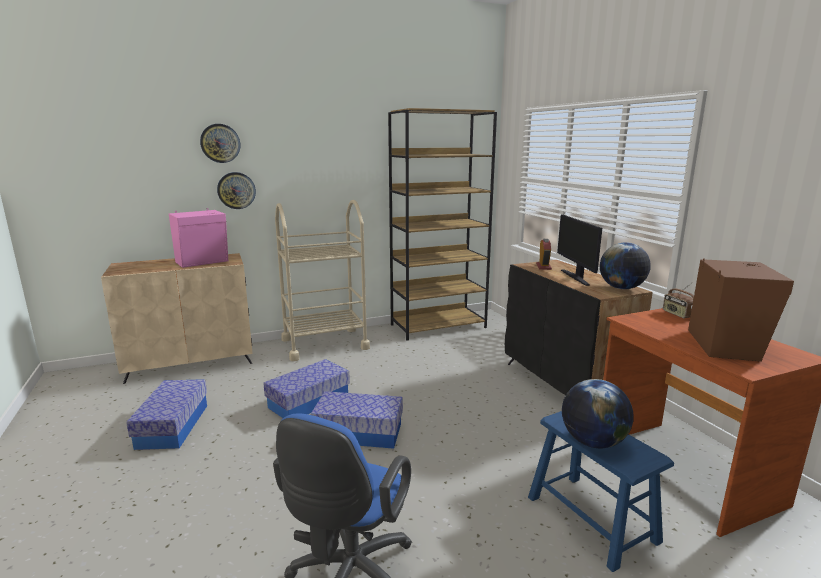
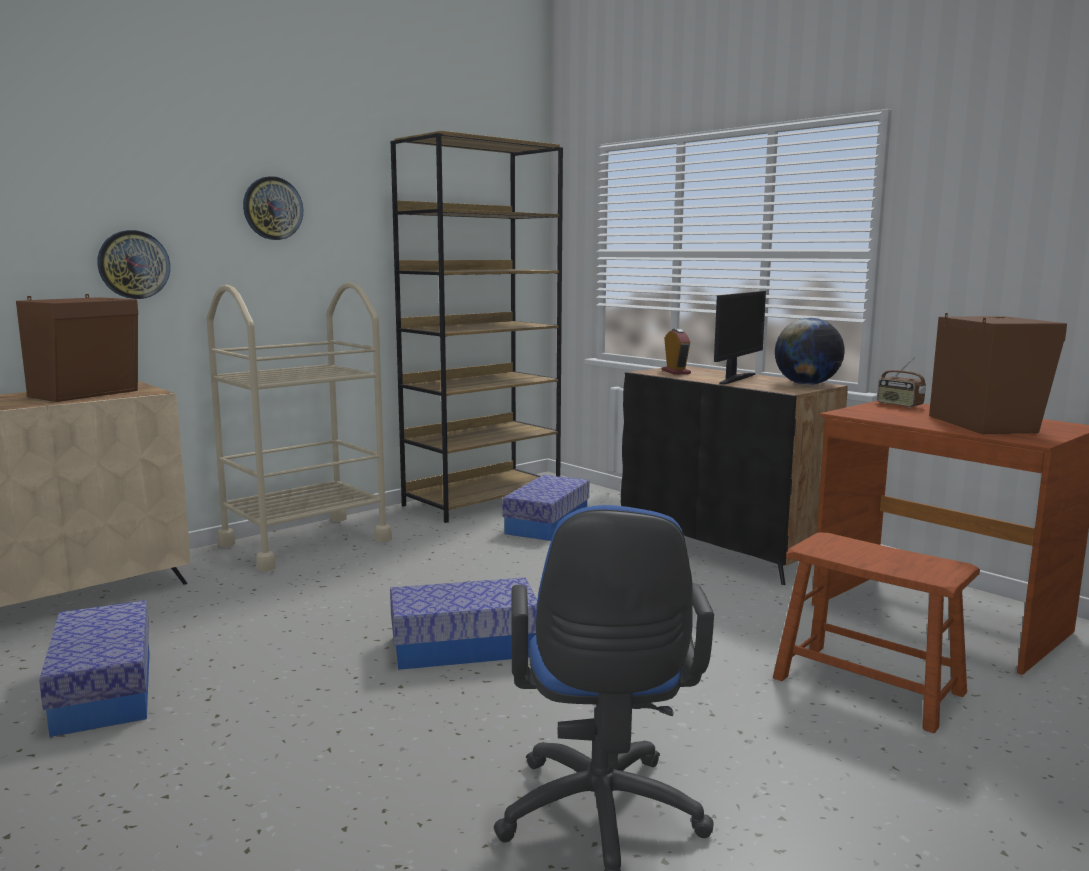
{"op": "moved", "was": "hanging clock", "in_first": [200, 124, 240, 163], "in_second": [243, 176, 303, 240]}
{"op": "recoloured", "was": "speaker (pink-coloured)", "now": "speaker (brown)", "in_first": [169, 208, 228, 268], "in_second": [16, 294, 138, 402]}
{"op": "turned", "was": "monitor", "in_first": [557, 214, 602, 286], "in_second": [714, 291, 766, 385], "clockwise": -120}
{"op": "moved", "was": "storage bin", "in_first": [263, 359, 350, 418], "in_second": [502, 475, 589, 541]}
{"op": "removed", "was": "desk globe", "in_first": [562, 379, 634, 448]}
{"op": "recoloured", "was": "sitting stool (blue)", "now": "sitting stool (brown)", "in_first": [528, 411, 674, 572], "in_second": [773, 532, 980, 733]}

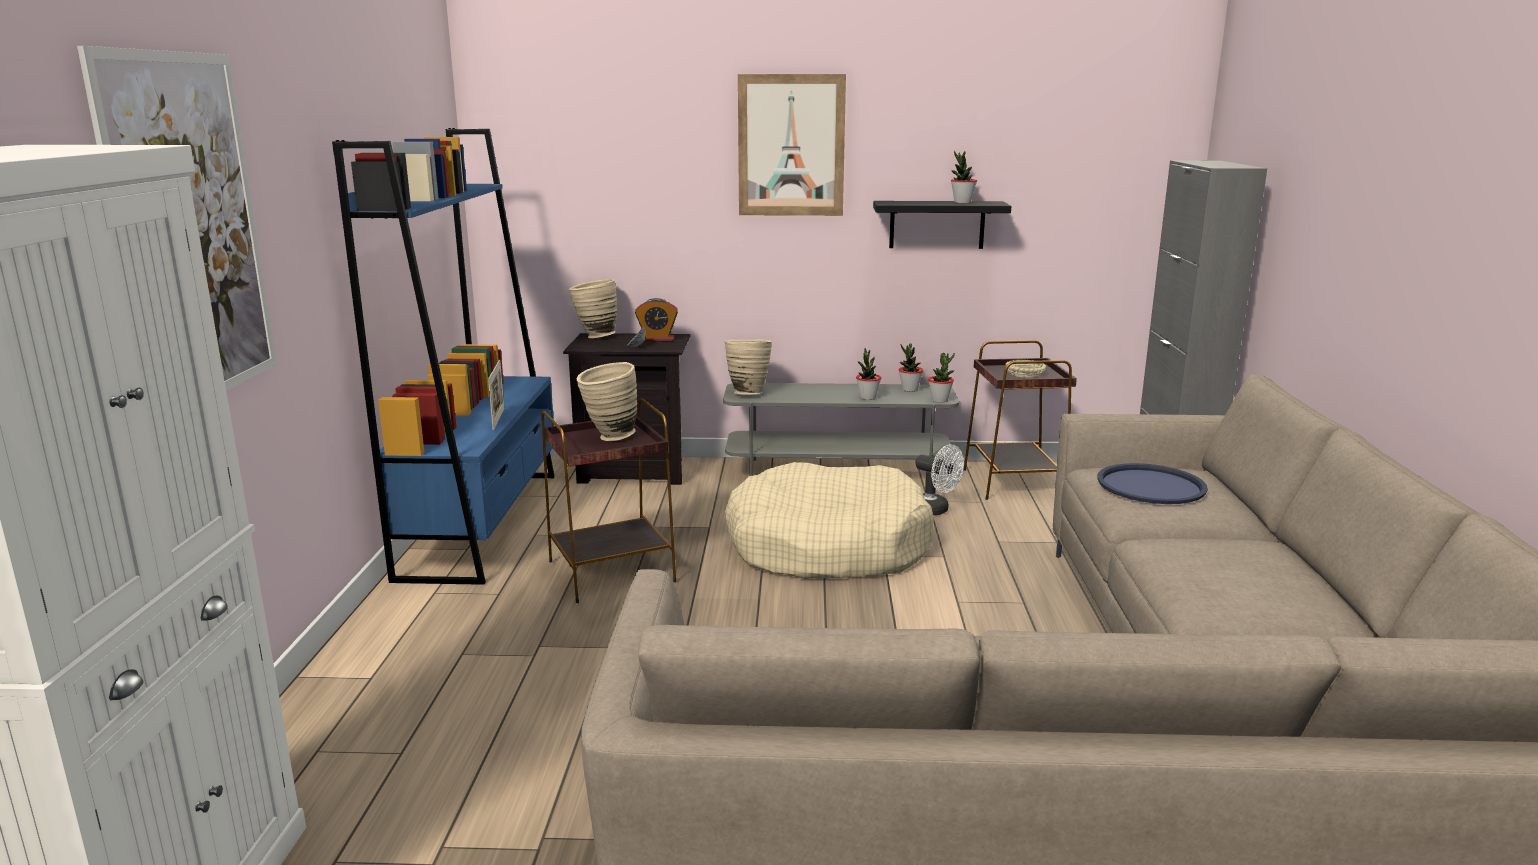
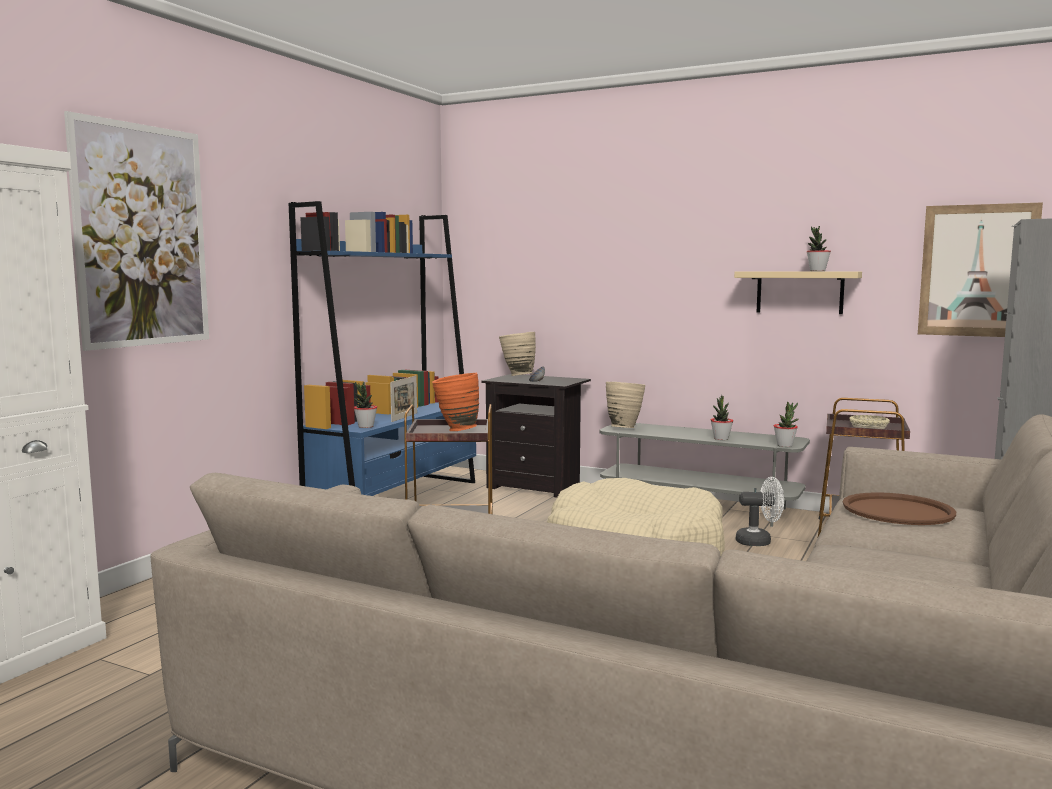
{"op": "moved", "was": "picture", "in_first": [738, 74, 846, 216], "in_second": [918, 202, 1043, 337]}
{"op": "recoloured", "was": "bracket shelf (blackish)", "now": "bracket shelf (sand-coloured)", "in_first": [873, 201, 1011, 249], "in_second": [734, 271, 862, 314]}
{"op": "removed", "was": "bedside clock", "in_first": [635, 298, 678, 342]}
{"op": "moved", "was": "houseplant", "in_first": [899, 344, 923, 392], "in_second": [354, 382, 377, 428]}
{"op": "recoloured", "was": "vase (sand-coloured)", "now": "vase (orange-coloured)", "in_first": [577, 362, 638, 441], "in_second": [432, 373, 479, 431]}
{"op": "turned", "was": "fan (white)", "in_first": [916, 444, 964, 515], "in_second": [736, 477, 784, 546], "clockwise": -60}
{"op": "recoloured", "was": "carrying tray (blue)", "now": "carrying tray (brown)", "in_first": [1097, 463, 1208, 504], "in_second": [843, 492, 956, 525]}

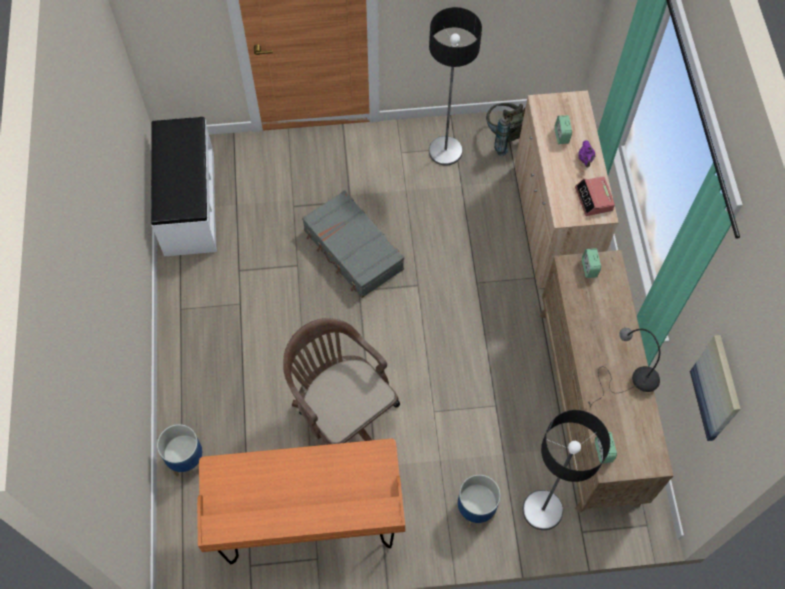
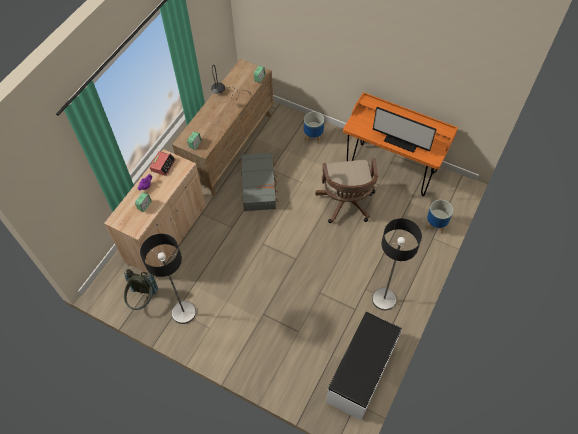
{"op": "moved", "was": "suitcase (grey)", "in_first": [302, 190, 404, 298], "in_second": [241, 152, 279, 211]}
{"op": "removed", "was": "picture", "in_first": [690, 335, 741, 441]}
{"op": "moved", "was": "standard lamp", "in_first": [523, 410, 610, 530], "in_second": [372, 218, 422, 310]}
{"op": "added", "now": "monitor", "in_second": [373, 107, 437, 153]}

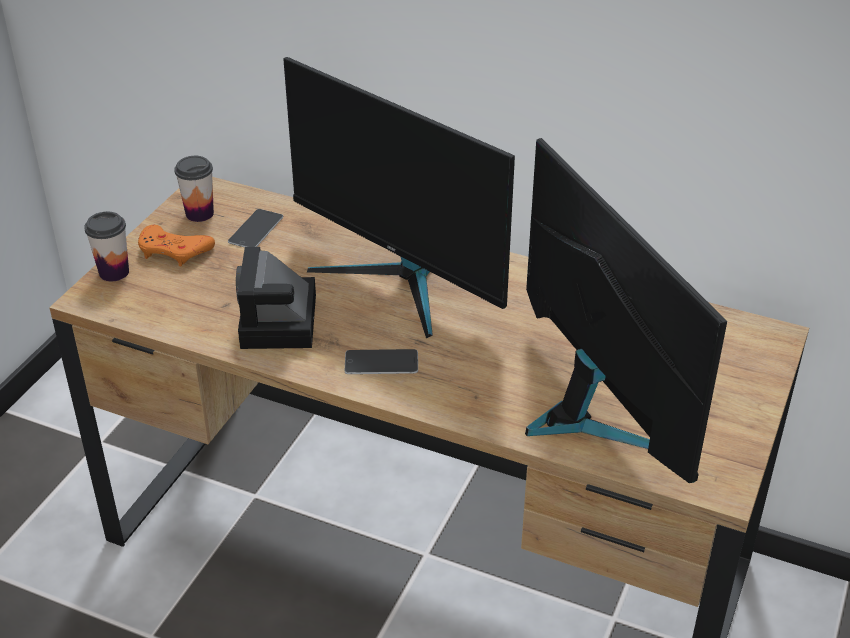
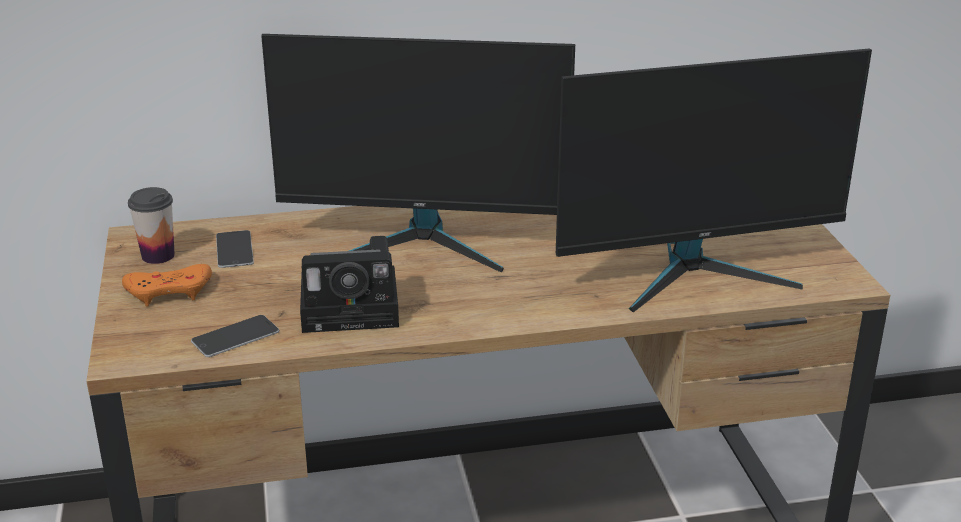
{"op": "turned", "was": "monitor", "in_first": [525, 138, 727, 483], "in_second": [556, 49, 872, 313], "clockwise": 135}
{"op": "removed", "was": "small cup", "in_first": [84, 212, 129, 281]}
{"op": "turned", "was": "still camera", "in_first": [236, 247, 316, 349], "in_second": [300, 236, 399, 333], "clockwise": -60}
{"op": "moved", "was": "handset", "in_first": [345, 349, 418, 374], "in_second": [191, 315, 279, 357]}

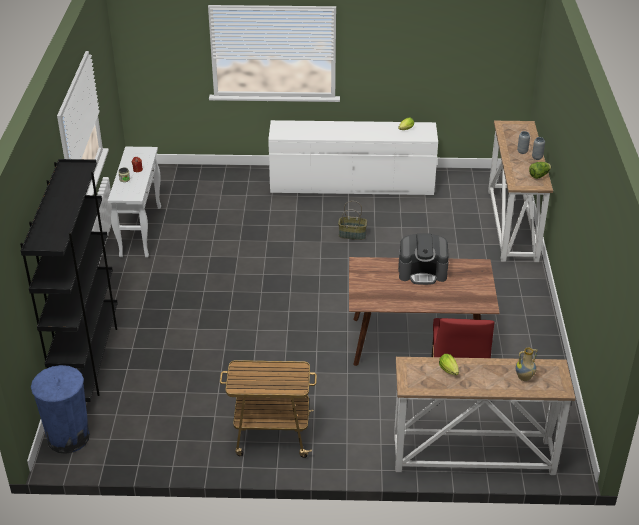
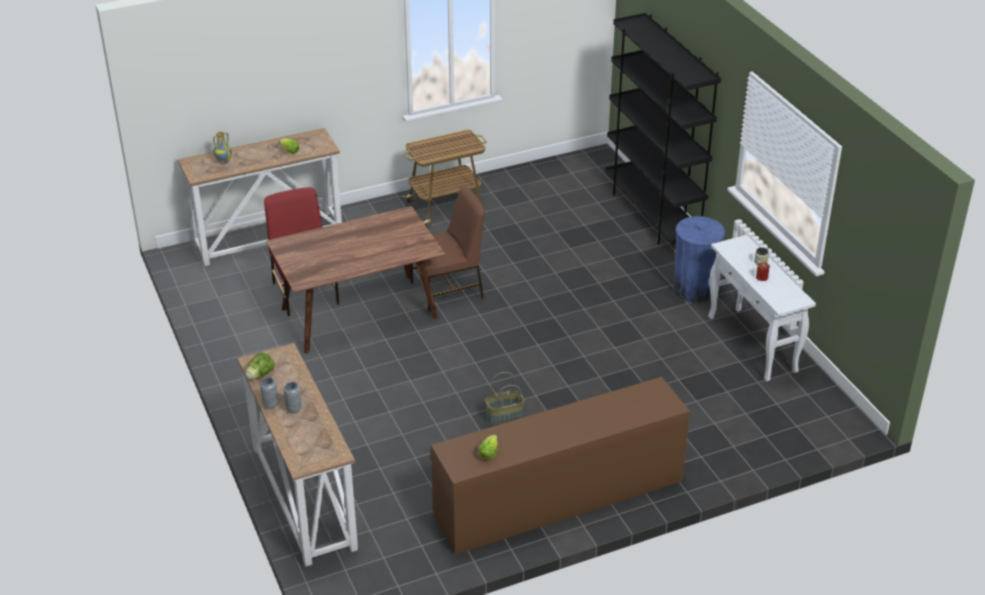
{"op": "recoloured", "was": "chest of drawers (white)", "now": "chest of drawers (brown)", "in_first": [268, 120, 438, 195], "in_second": [431, 377, 690, 555]}
{"op": "removed", "was": "coffee maker", "in_first": [398, 233, 449, 285]}
{"op": "moved", "was": "waste bin (blue)", "in_first": [31, 365, 90, 454], "in_second": [674, 216, 725, 302]}
{"op": "added", "now": "chair (brown)", "in_second": [410, 187, 485, 312]}

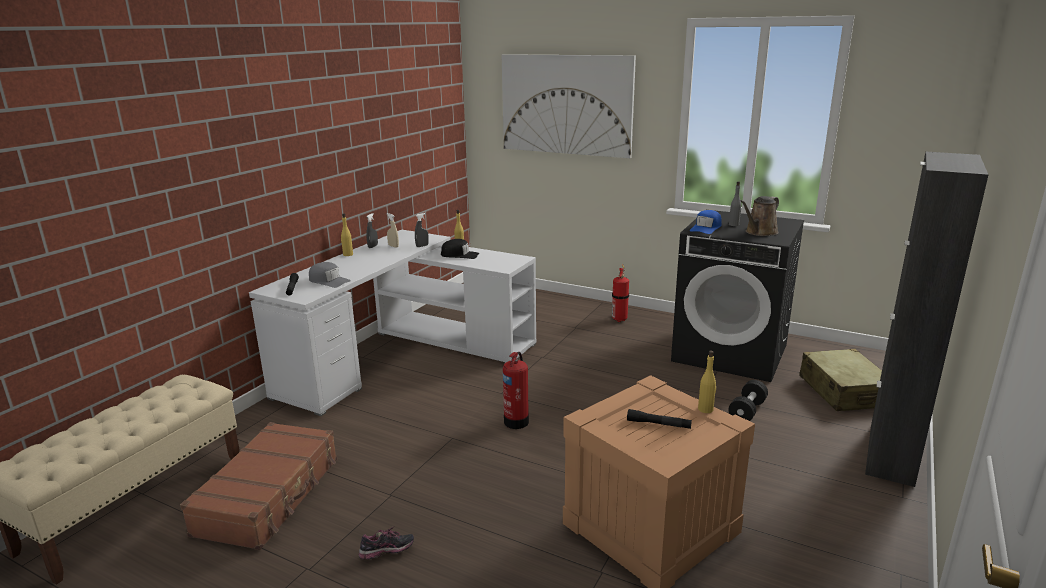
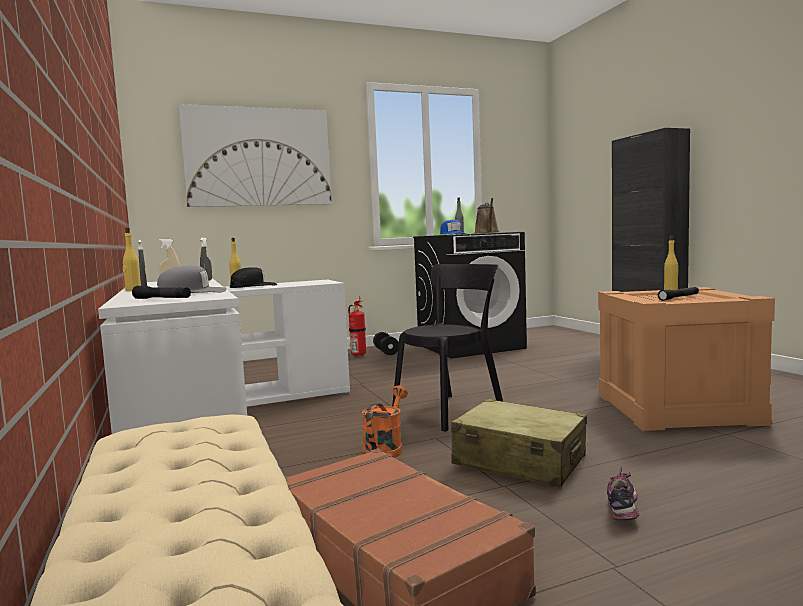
{"op": "moved", "was": "suitcase (sand-coloured)", "in_first": [799, 349, 882, 411], "in_second": [451, 399, 587, 488]}
{"op": "replaced", "was": "fire-fighting cylinder", "now": "chair (blackish)", "in_first": [503, 352, 529, 429], "in_second": [392, 264, 503, 432]}
{"op": "moved", "was": "free weight (blackish)", "in_first": [729, 380, 768, 421], "in_second": [373, 332, 399, 355]}
{"op": "added", "now": "watering can (orange-coloured)", "in_second": [362, 385, 408, 458]}

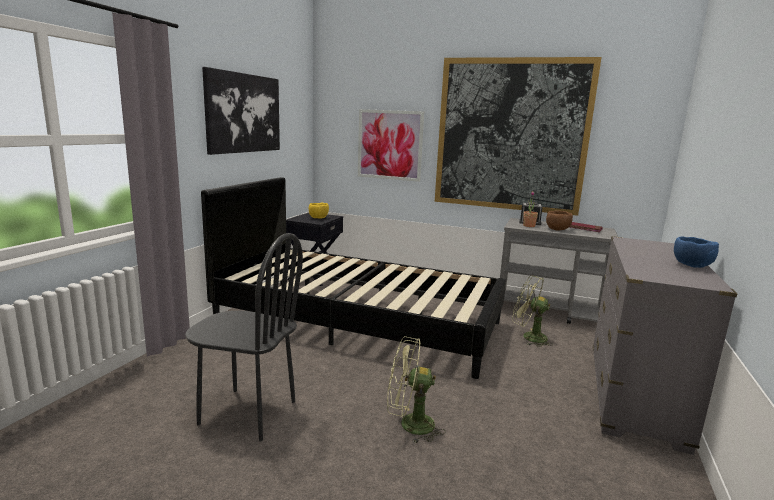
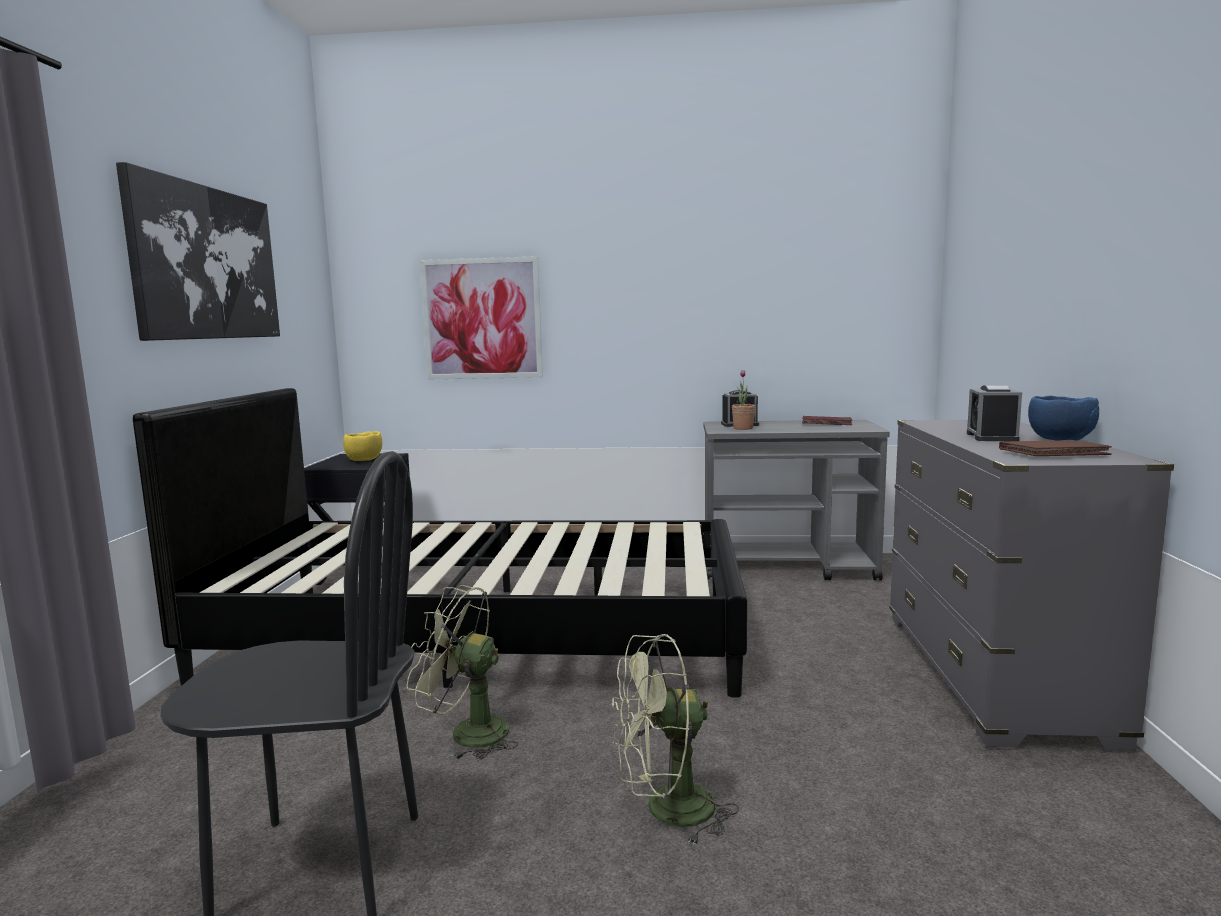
{"op": "removed", "was": "picture", "in_first": [435, 57, 602, 216]}
{"op": "removed", "was": "deep dish (brown)", "in_first": [546, 210, 573, 230]}
{"op": "moved", "was": "fan (green)", "in_first": [512, 275, 554, 347], "in_second": [407, 585, 518, 760]}
{"op": "added", "now": "bedside clock", "in_second": [967, 385, 1022, 441]}
{"op": "added", "now": "bound book (brown)", "in_second": [999, 440, 1112, 456]}

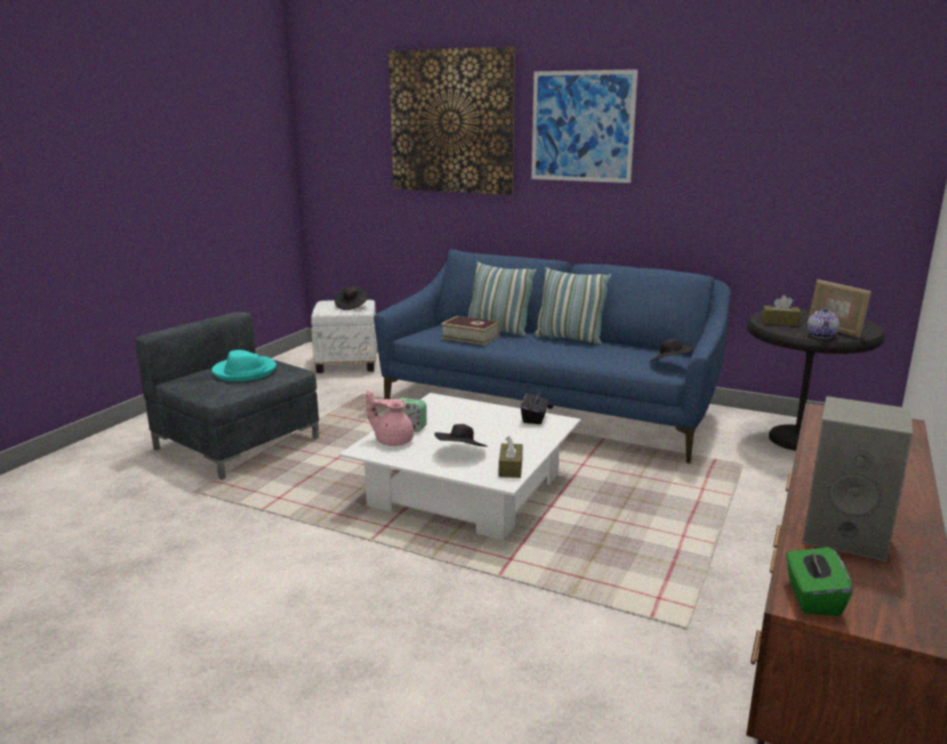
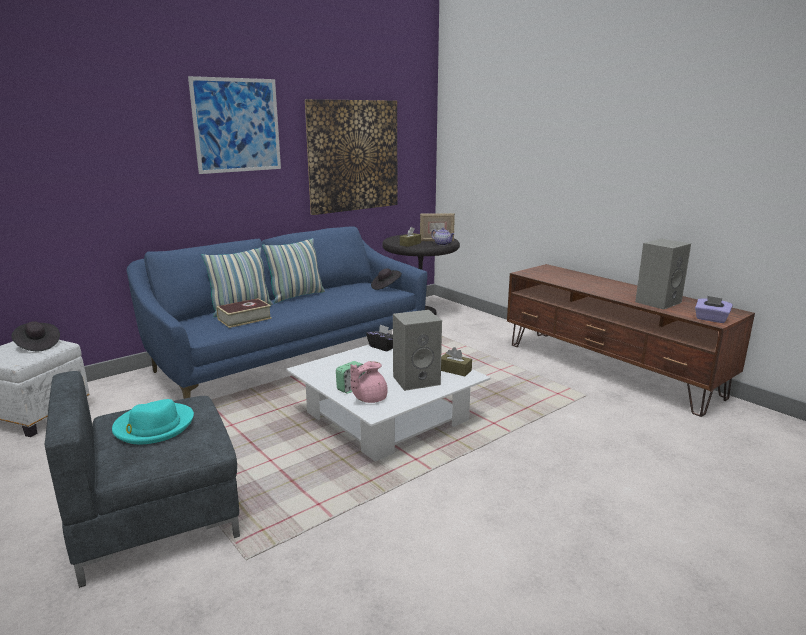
{"op": "moved", "was": "picture", "in_first": [389, 47, 515, 195], "in_second": [305, 99, 398, 215]}
{"op": "replaced", "was": "hat (blackish)", "now": "speaker (grey)", "in_first": [434, 424, 488, 447], "in_second": [393, 310, 442, 391]}
{"op": "recoloured", "was": "tissue box (green)", "now": "tissue box (purplish)", "in_first": [786, 541, 853, 616], "in_second": [695, 296, 733, 323]}

